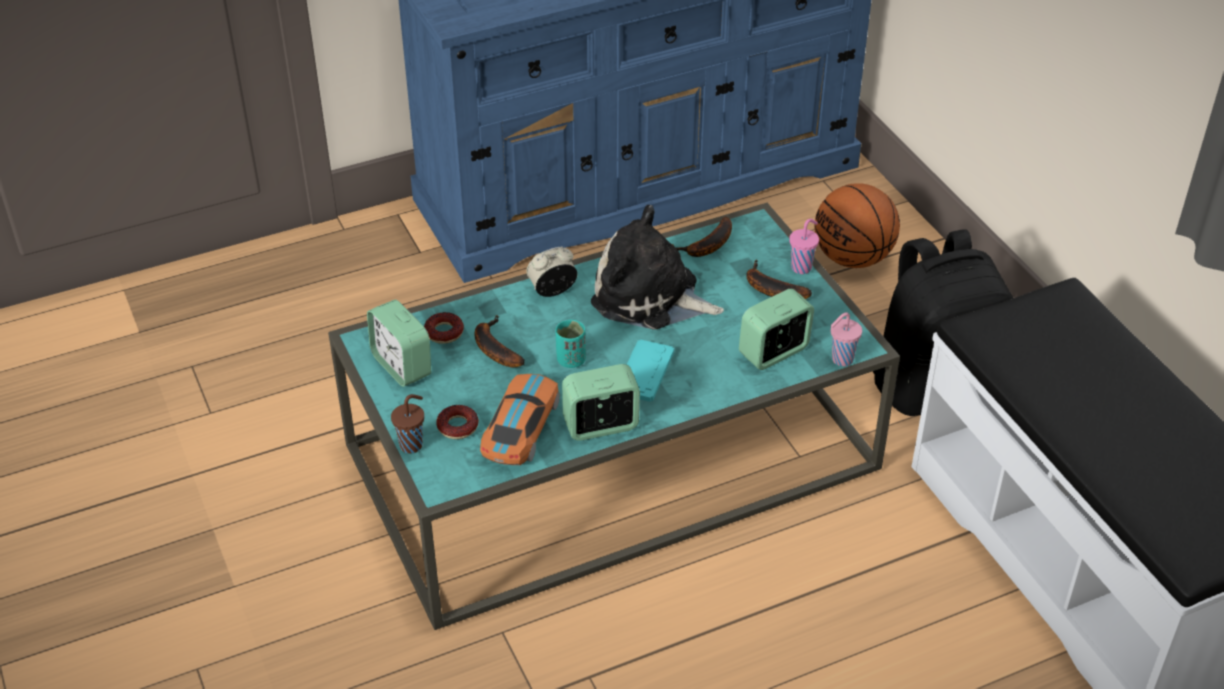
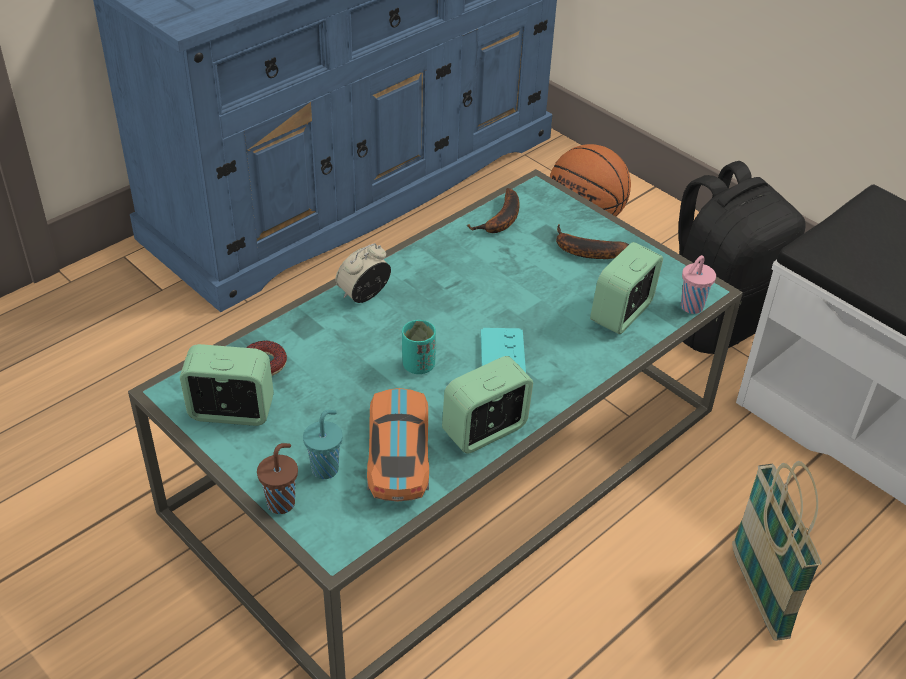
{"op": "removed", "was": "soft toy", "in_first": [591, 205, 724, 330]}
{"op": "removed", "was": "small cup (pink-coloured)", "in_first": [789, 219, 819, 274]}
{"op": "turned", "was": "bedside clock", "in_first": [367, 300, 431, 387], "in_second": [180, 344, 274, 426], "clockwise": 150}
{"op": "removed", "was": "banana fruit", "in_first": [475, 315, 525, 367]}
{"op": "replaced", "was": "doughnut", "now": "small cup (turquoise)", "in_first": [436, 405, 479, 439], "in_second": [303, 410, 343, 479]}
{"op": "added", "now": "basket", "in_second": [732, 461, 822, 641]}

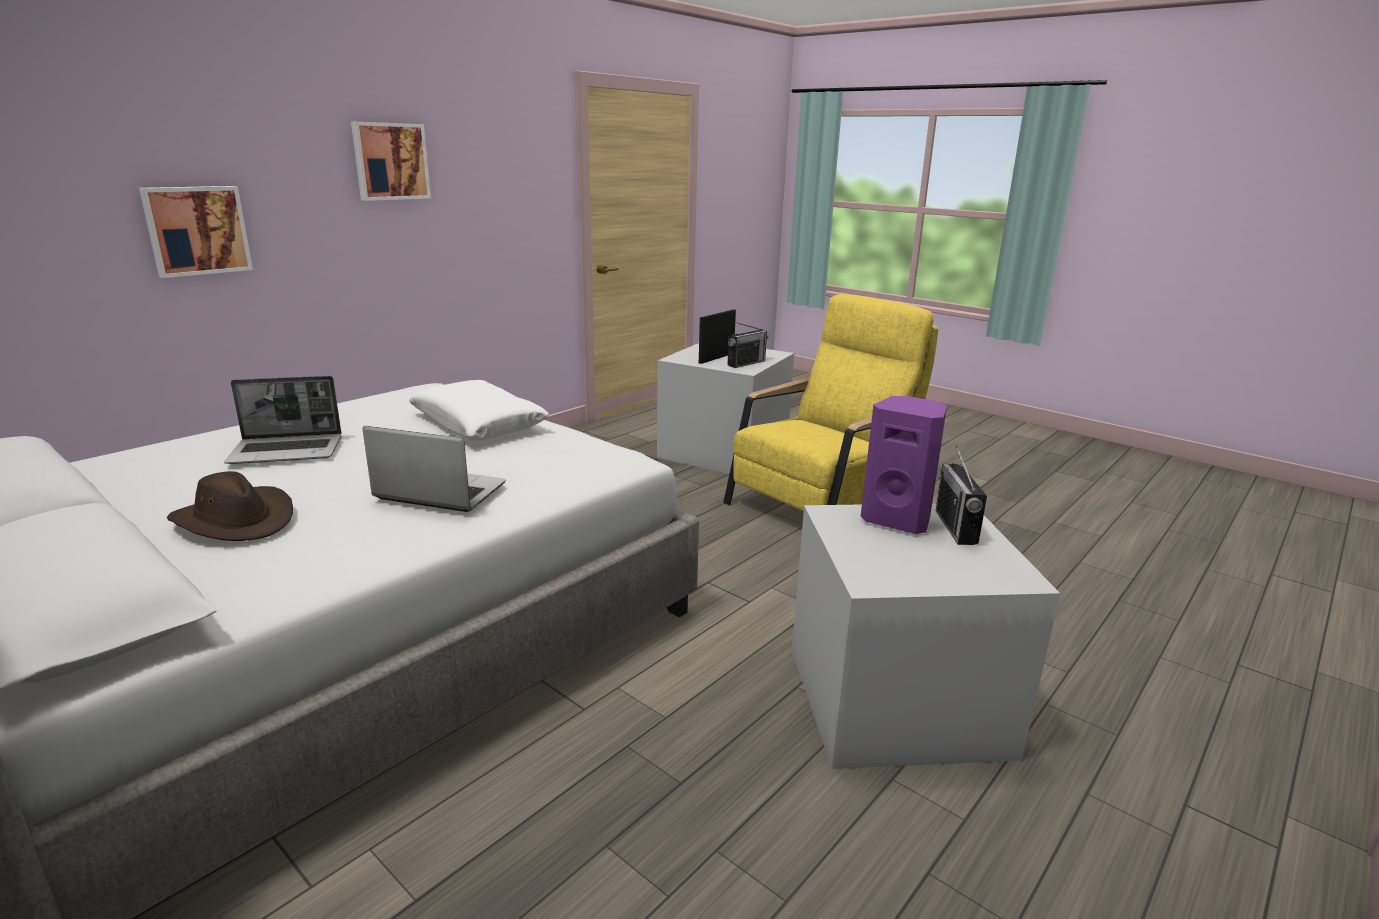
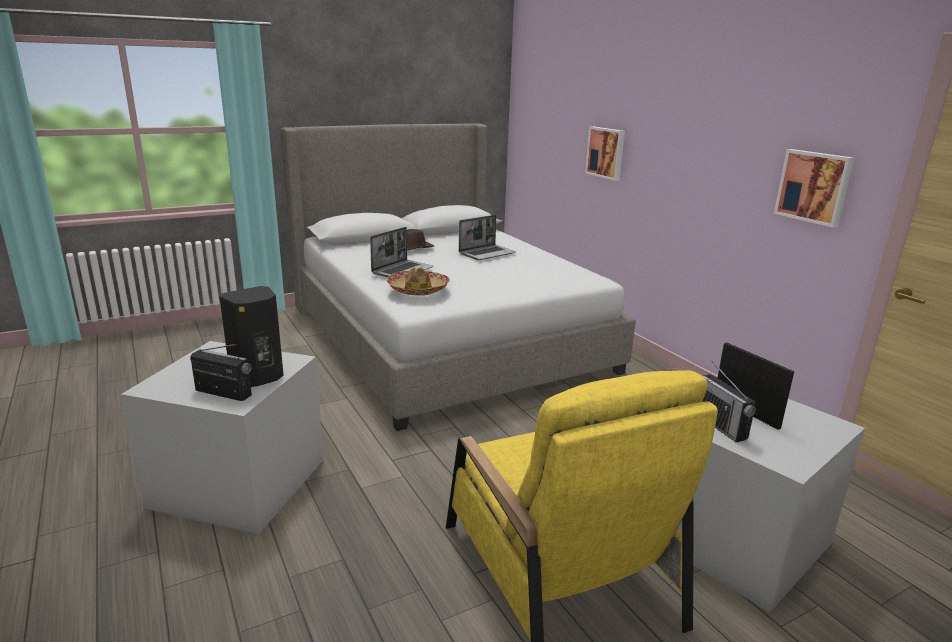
{"op": "moved", "was": "picture", "in_first": [351, 122, 431, 201], "in_second": [774, 149, 854, 228]}
{"op": "turned", "was": "notebook computer", "in_first": [224, 376, 341, 464], "in_second": [459, 215, 516, 260], "clockwise": -135}
{"op": "removed", "was": "cushion (white)", "in_first": [409, 380, 549, 440]}
{"op": "recoloured", "was": "speaker (purplish)", "now": "speaker (blackish)", "in_first": [861, 396, 947, 534], "in_second": [219, 286, 284, 387]}
{"op": "added", "now": "hat", "in_second": [387, 266, 450, 296]}

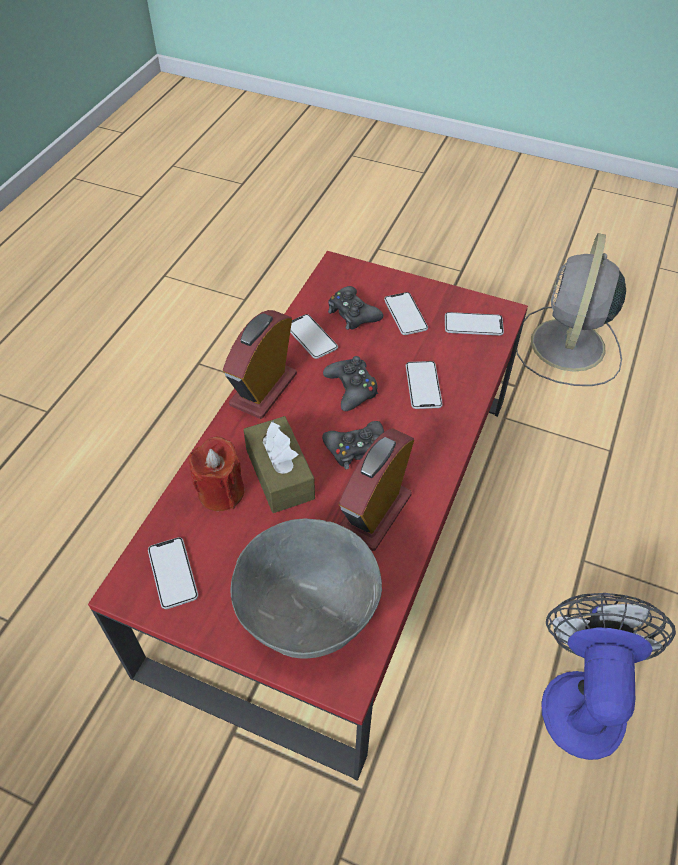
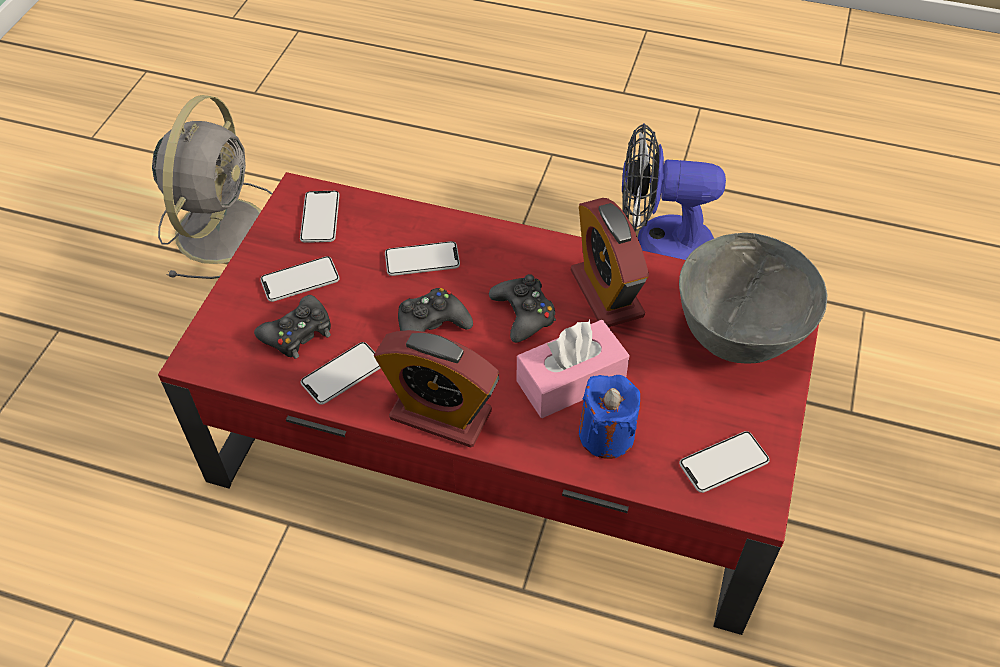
{"op": "turned", "was": "fan (grey)", "in_first": [516, 233, 626, 386], "in_second": [152, 95, 273, 279], "clockwise": -90}
{"op": "recoloured", "was": "tissue box (brown)", "now": "tissue box (pink-coloured)", "in_first": [243, 416, 315, 513], "in_second": [517, 320, 630, 418]}
{"op": "turned", "was": "bedside clock", "in_first": [339, 428, 414, 551], "in_second": [571, 198, 649, 327], "clockwise": 45}
{"op": "recoloured", "was": "wax candle (reddish)", "now": "wax candle (blue)", "in_first": [189, 437, 245, 511], "in_second": [579, 375, 640, 459]}

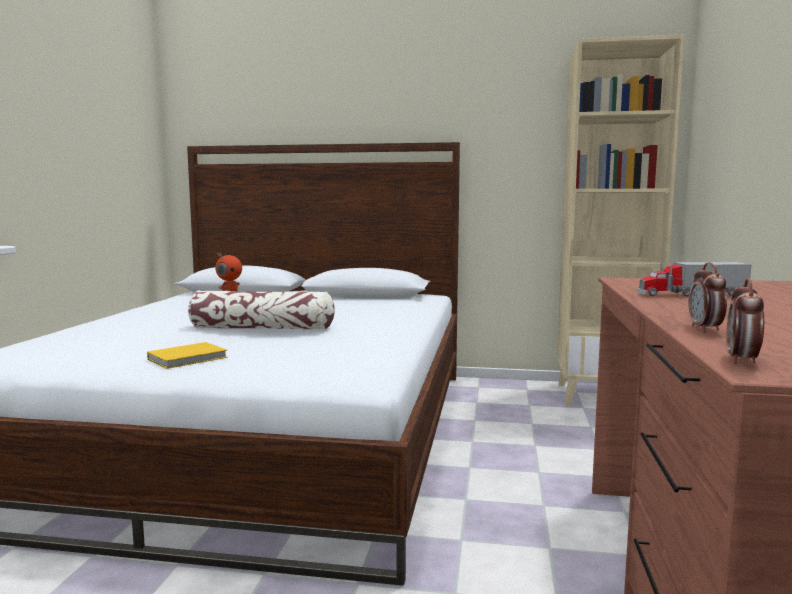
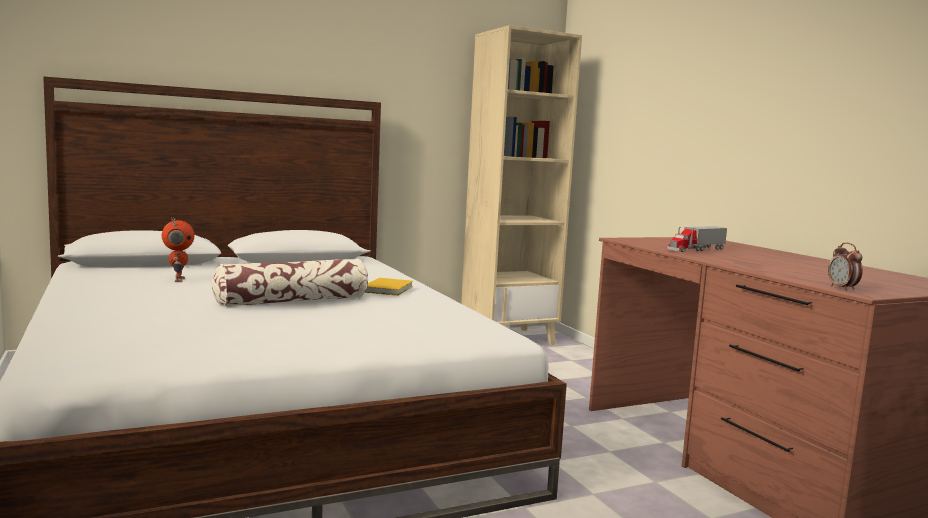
{"op": "removed", "was": "bedside clock", "in_first": [689, 262, 727, 332]}
{"op": "moved", "was": "bound book (yellow)", "in_first": [147, 342, 228, 369], "in_second": [364, 278, 413, 296]}

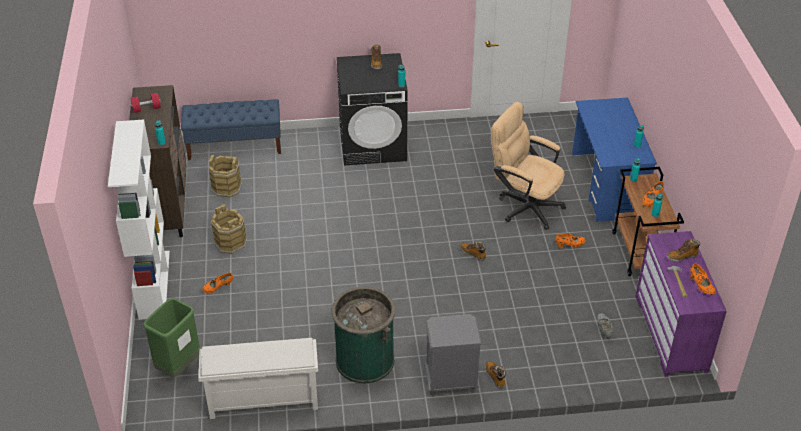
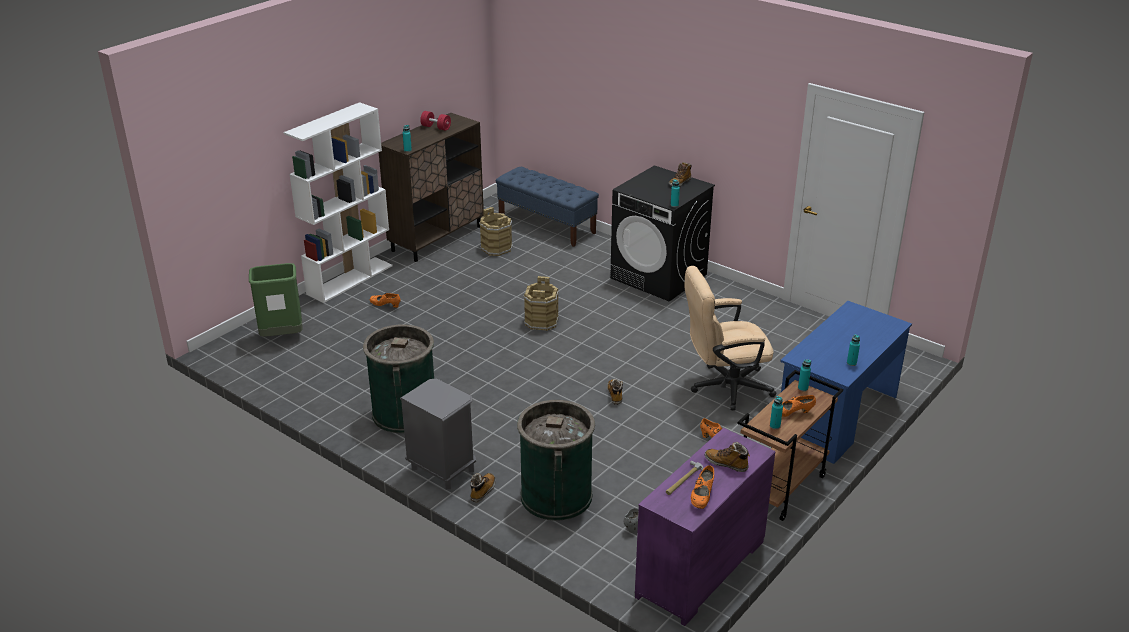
{"op": "turned", "was": "desk chair (sand-coloured)", "in_first": [491, 102, 566, 230], "in_second": [685, 266, 776, 411], "clockwise": -90}
{"op": "moved", "was": "water bucket (brown)", "in_first": [211, 204, 247, 254], "in_second": [523, 276, 559, 331]}
{"op": "removed", "was": "shoe rack (white)", "in_first": [198, 338, 318, 419]}
{"op": "added", "now": "waste bin (green)", "in_second": [517, 400, 595, 521]}

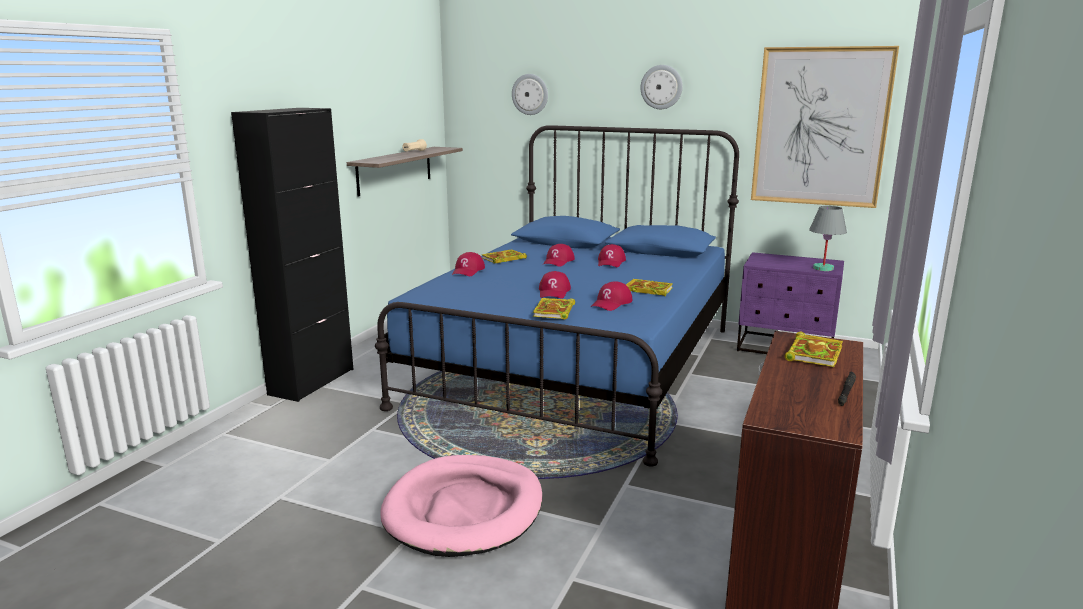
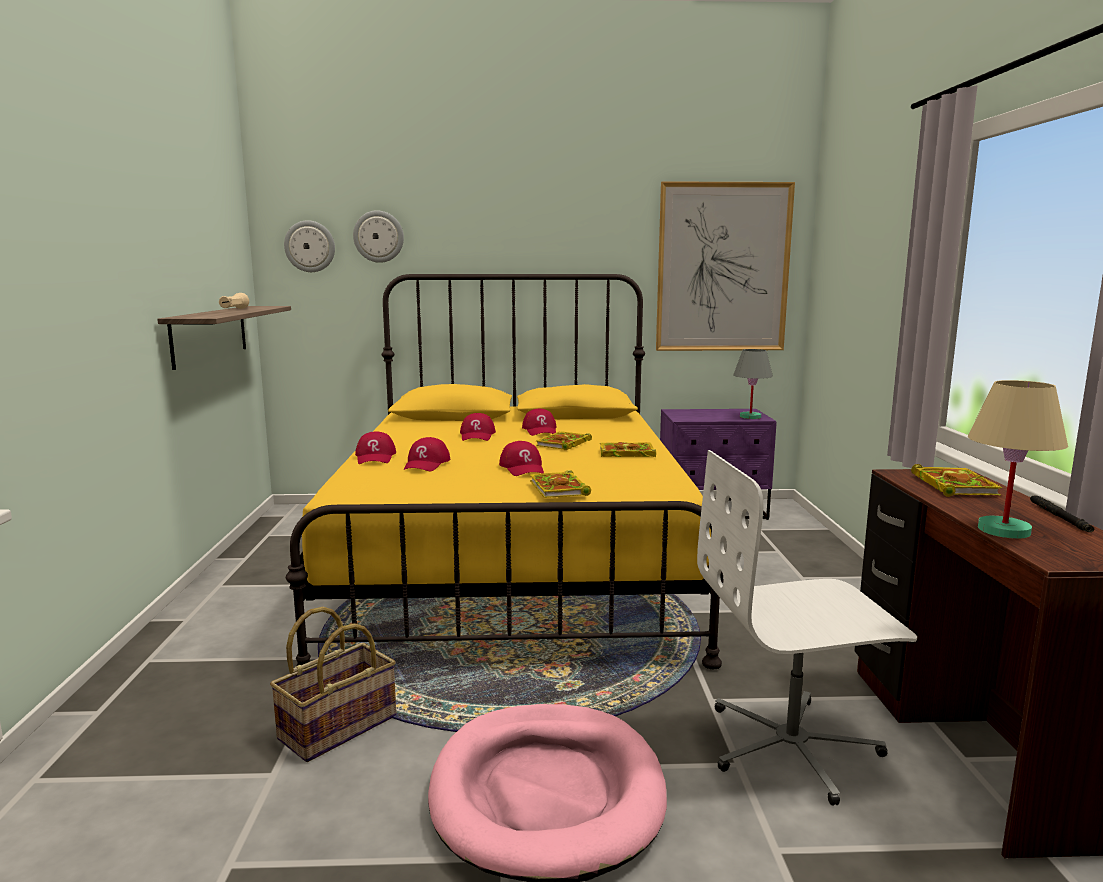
{"op": "moved", "was": "hanging clock", "in_first": [640, 65, 683, 109], "in_second": [284, 220, 335, 272]}
{"op": "removed", "was": "storage cabinet (blackish)", "in_first": [231, 108, 354, 402]}
{"op": "recoloured", "was": "bedroom bed (blue)", "now": "bedroom bed (yellow)", "in_first": [375, 125, 739, 466], "in_second": [286, 274, 724, 669]}
{"op": "moved", "was": "bound book", "in_first": [482, 249, 527, 264], "in_second": [536, 431, 592, 450]}
{"op": "moved", "was": "baseball cap (reddish)", "in_first": [591, 282, 633, 311], "in_second": [404, 437, 450, 471]}
{"op": "added", "now": "tabletop lamp (sand-coloured)", "in_second": [968, 380, 1068, 539]}
{"op": "added", "now": "desk chair (white)", "in_second": [697, 450, 917, 806]}
{"op": "added", "now": "basket", "in_second": [270, 607, 396, 762]}

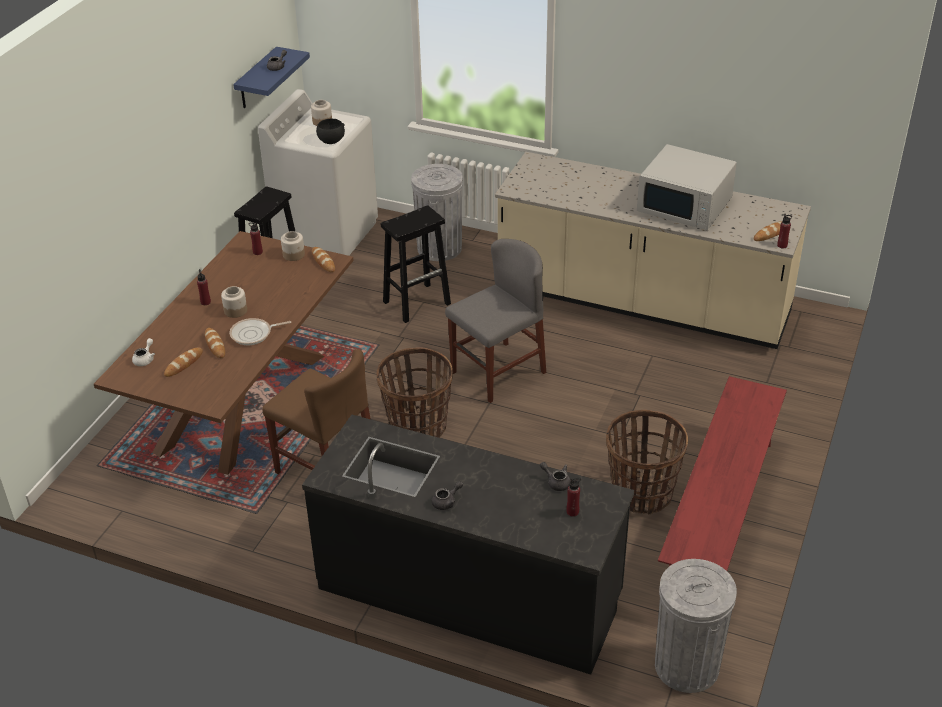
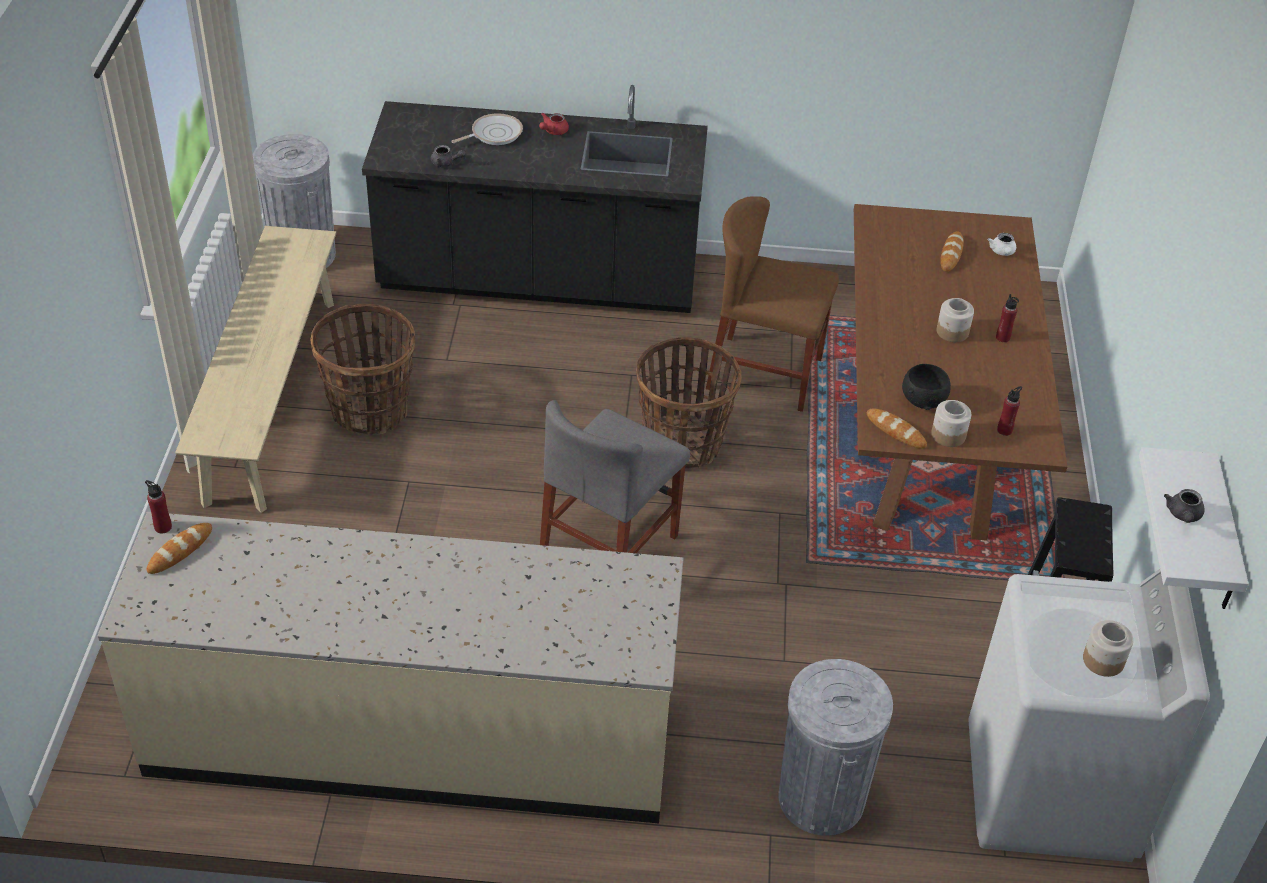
{"op": "recoloured", "was": "bracket shelf (blue)", "now": "bracket shelf (white)", "in_first": [233, 47, 310, 108], "in_second": [1139, 447, 1249, 609]}
{"op": "moved", "was": "deep dish (blackish)", "in_first": [316, 119, 345, 144], "in_second": [902, 364, 951, 410]}
{"op": "removed", "was": "microwave oven (white)", "in_first": [637, 144, 737, 230]}
{"op": "removed", "was": "sitting stool (blackish)", "in_first": [381, 205, 451, 323]}
{"op": "moved", "was": "frying pan", "in_first": [229, 318, 292, 345], "in_second": [451, 113, 523, 145]}
{"op": "removed", "was": "bakery bread", "in_first": [205, 328, 225, 358]}
{"op": "recoloured", "was": "indoor bench (reddish)", "now": "indoor bench (sand-coloured)", "in_first": [658, 376, 787, 571], "in_second": [175, 226, 336, 513]}
{"op": "removed", "was": "drink bottle (reddish)", "in_first": [567, 478, 581, 517]}
{"op": "recoloured", "was": "tea pot (grey)", "now": "tea pot (reddish)", "in_first": [432, 481, 463, 510], "in_second": [539, 113, 569, 135]}

